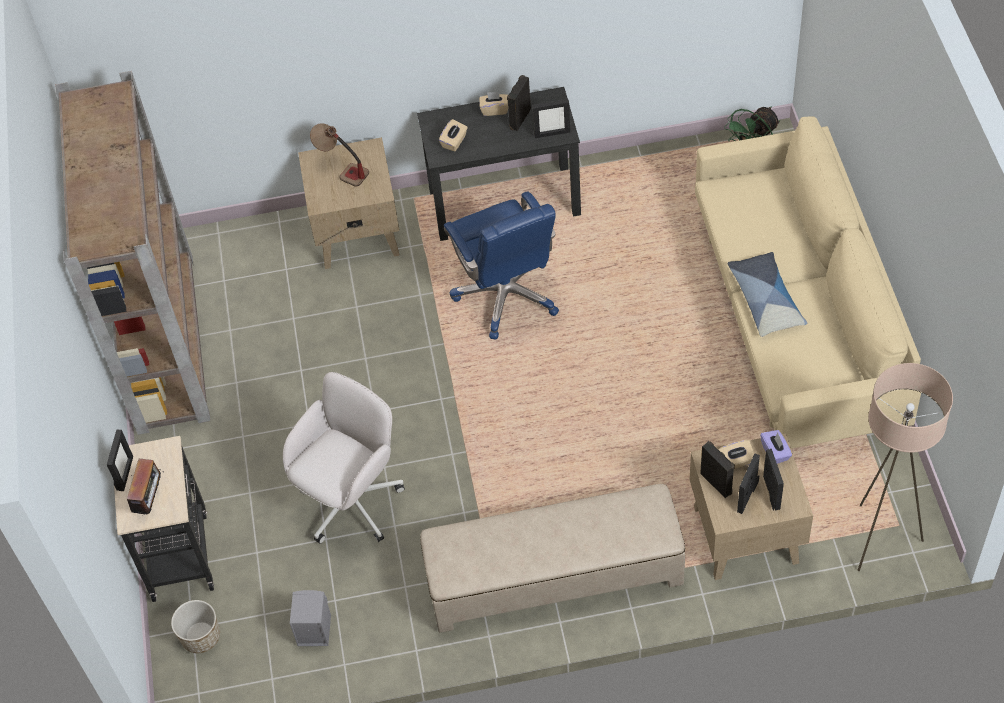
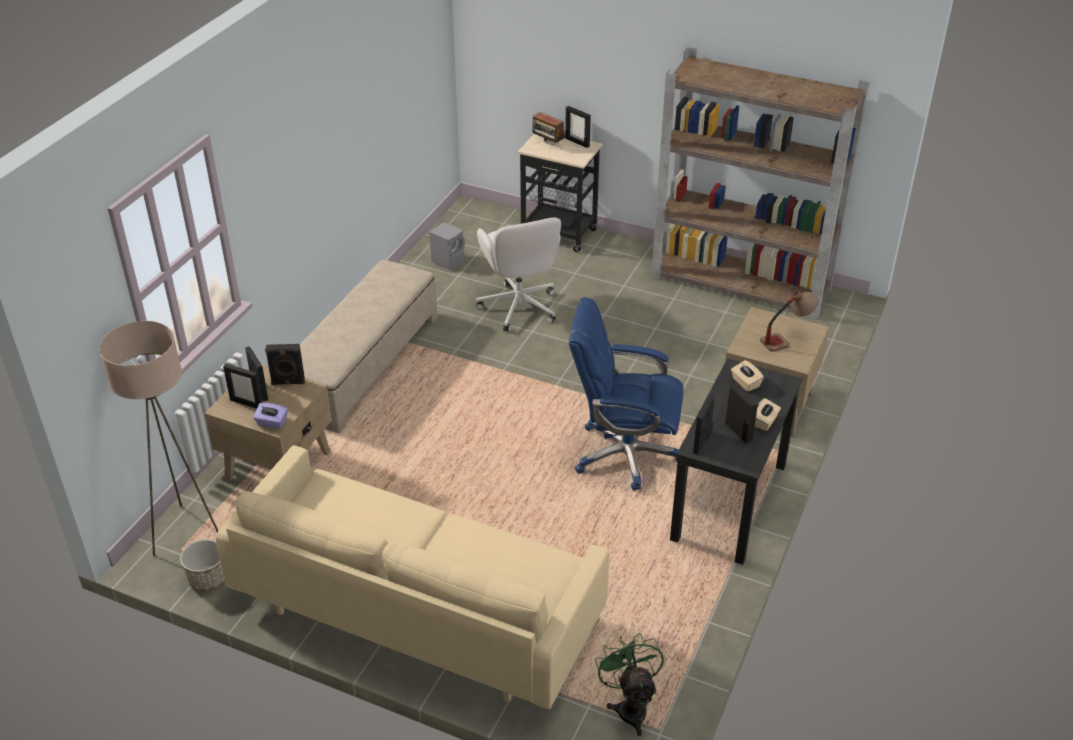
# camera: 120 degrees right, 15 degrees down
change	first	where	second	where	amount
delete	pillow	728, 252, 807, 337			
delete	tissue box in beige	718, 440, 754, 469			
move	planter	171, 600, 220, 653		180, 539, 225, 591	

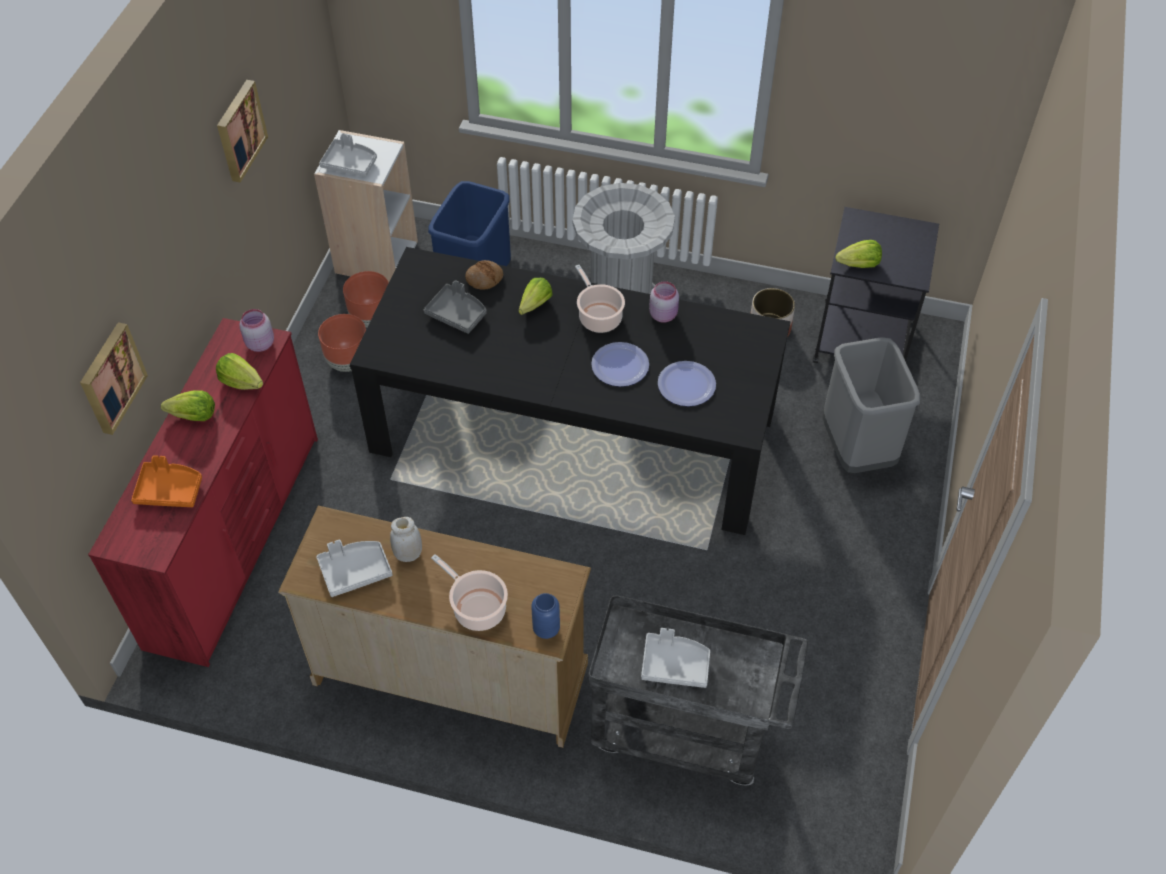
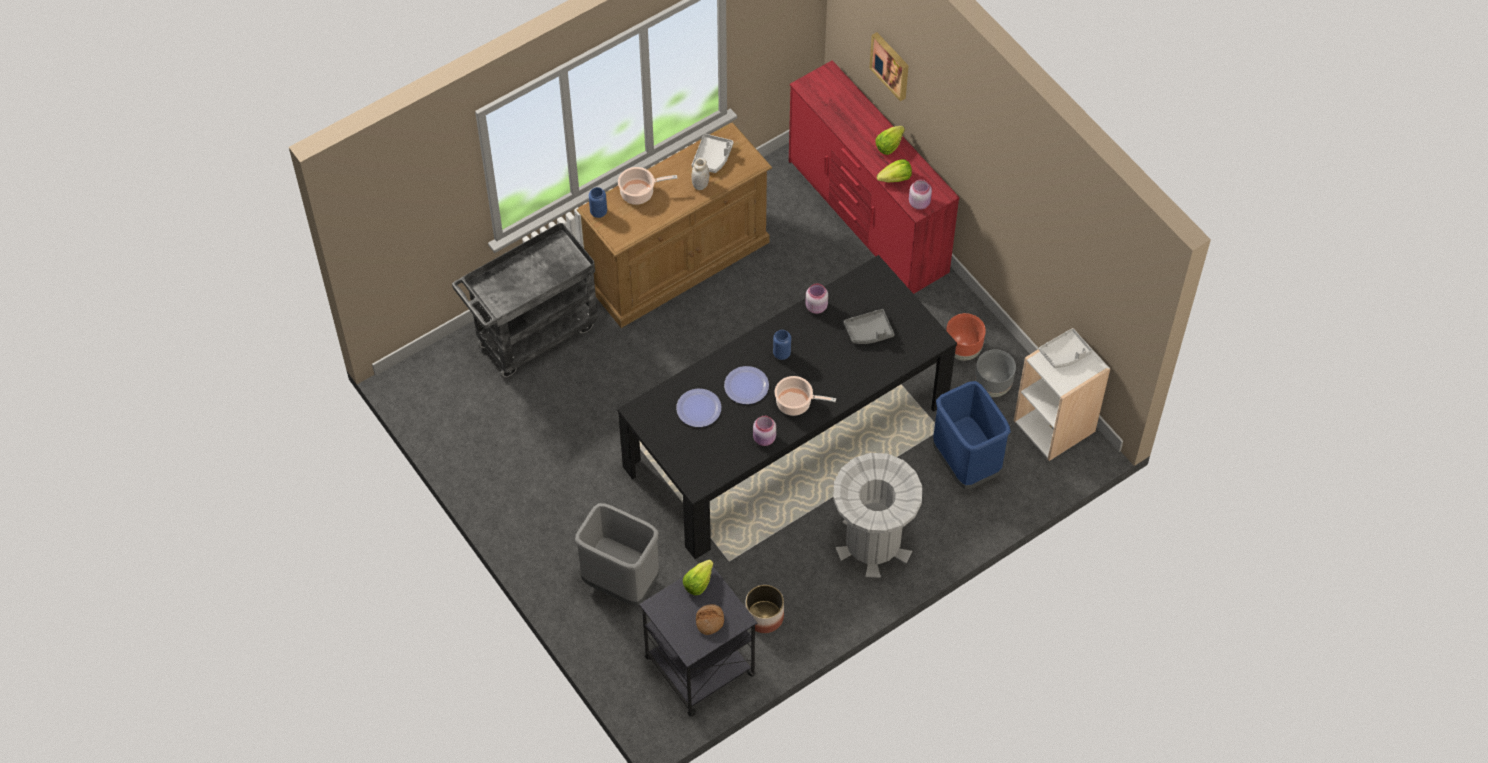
# camera: 130 degrees right, 5 degrees up
change	first	where	second	where	amount
delete	picture	217, 80, 268, 183			
move	bread	465, 260, 503, 290		696, 604, 724, 635	
recolor	planter in brown	343, 271, 389, 328	planter in grey	975, 350, 1016, 397	
delete	lettuce	518, 278, 552, 315			
delete	tray in orange	131, 455, 202, 507			
delete	tray in grey	641, 628, 710, 688			
insert			jar in pink	806, 284, 828, 314	
insert			vase in blue	773, 330, 791, 360	

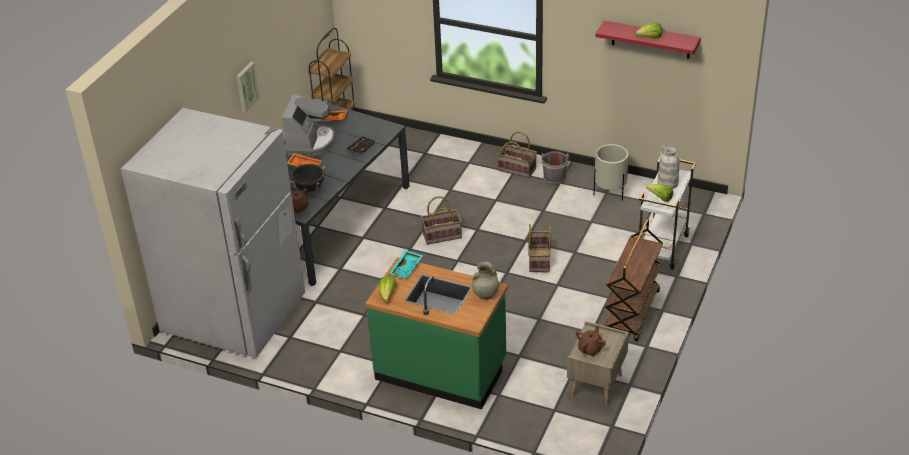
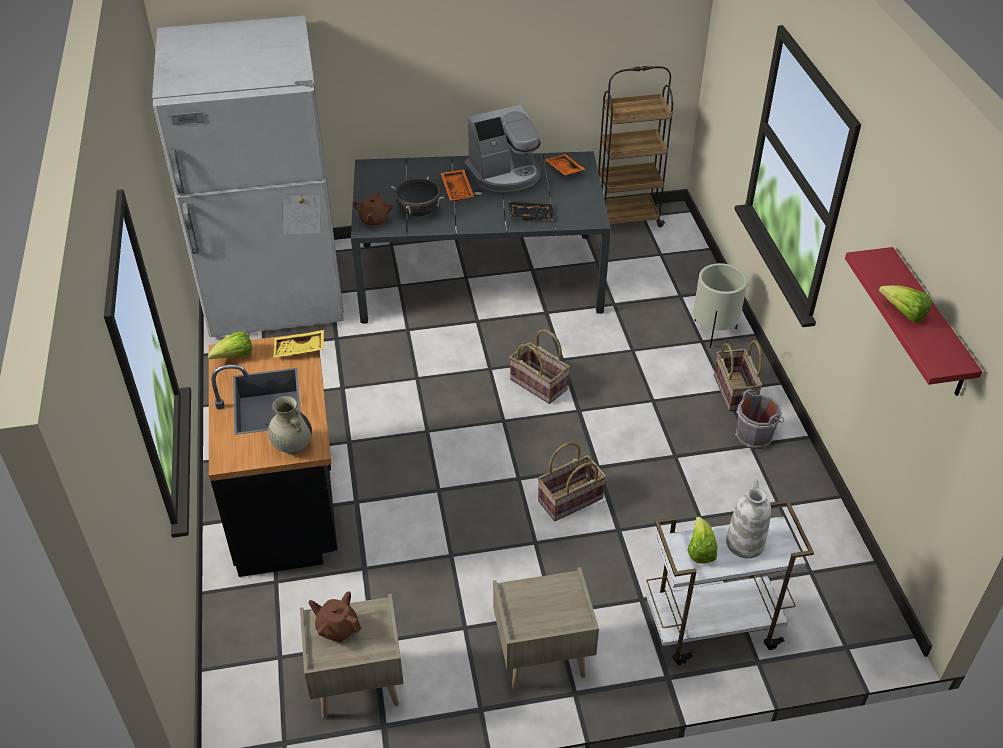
# camera: 55 degrees right, 5 degrees up
change	first	where	second	where	amount
delete	picture	236, 62, 260, 113			
move	planter in beige	594, 144, 629, 201		693, 263, 747, 348	
replace	cart in brown	605, 219, 663, 341	nightstand in beige	493, 567, 599, 690	
recolor	tray in turquoise	389, 250, 423, 279	tray in yellow	273, 330, 324, 358	
recolor	counter in green	365, 257, 508, 409	counter in black	209, 333, 338, 577	
rotate	teapot in brown	576, 326, 606, 356		308, 591, 361, 642	150 degrees counterclockwise

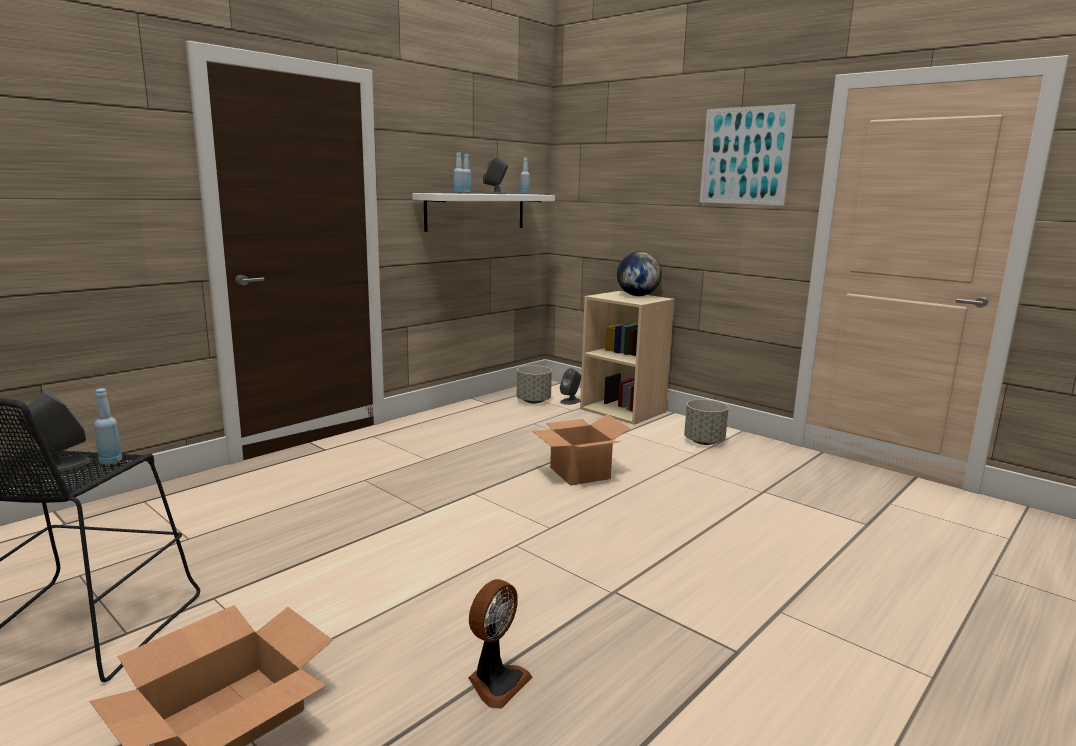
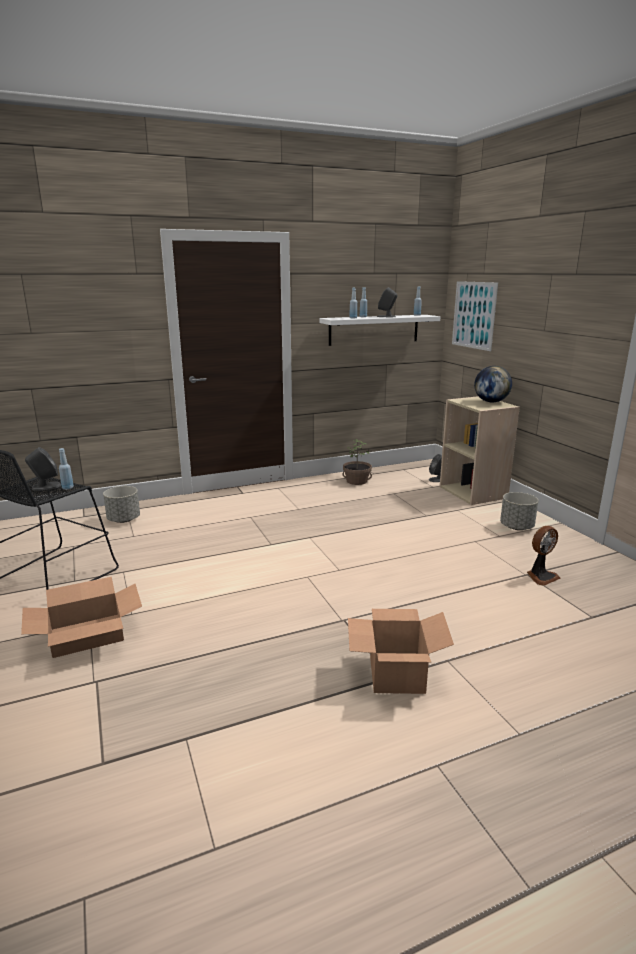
# camera: 25 degrees right, 5 degrees up
change	first	where	second	where	amount
move	picture	700, 104, 796, 205		452, 281, 498, 351	
move	planter in grey	517, 365, 552, 403		103, 486, 140, 523	
move	cardboard box	532, 414, 631, 486		348, 609, 454, 694	
move	fan	468, 579, 532, 708		527, 526, 561, 586	
insert			potted plant	342, 439, 372, 485	

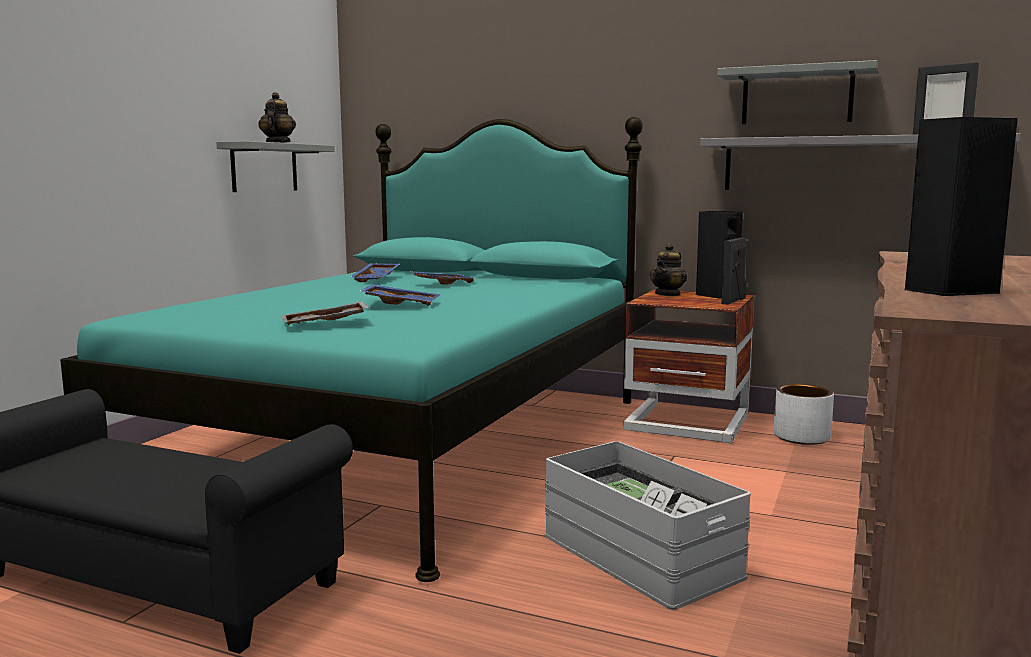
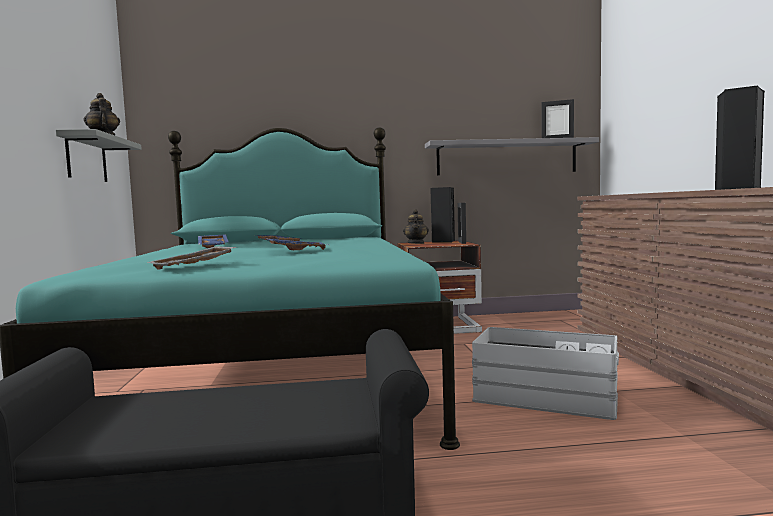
# camera: 30 degrees left, 5 degrees down
change	first	where	second	where	amount
delete	shelf in grey	717, 60, 878, 124			
move	tray in grey	281, 301, 369, 325		147, 246, 236, 270	
delete	planter in white	773, 384, 834, 445			

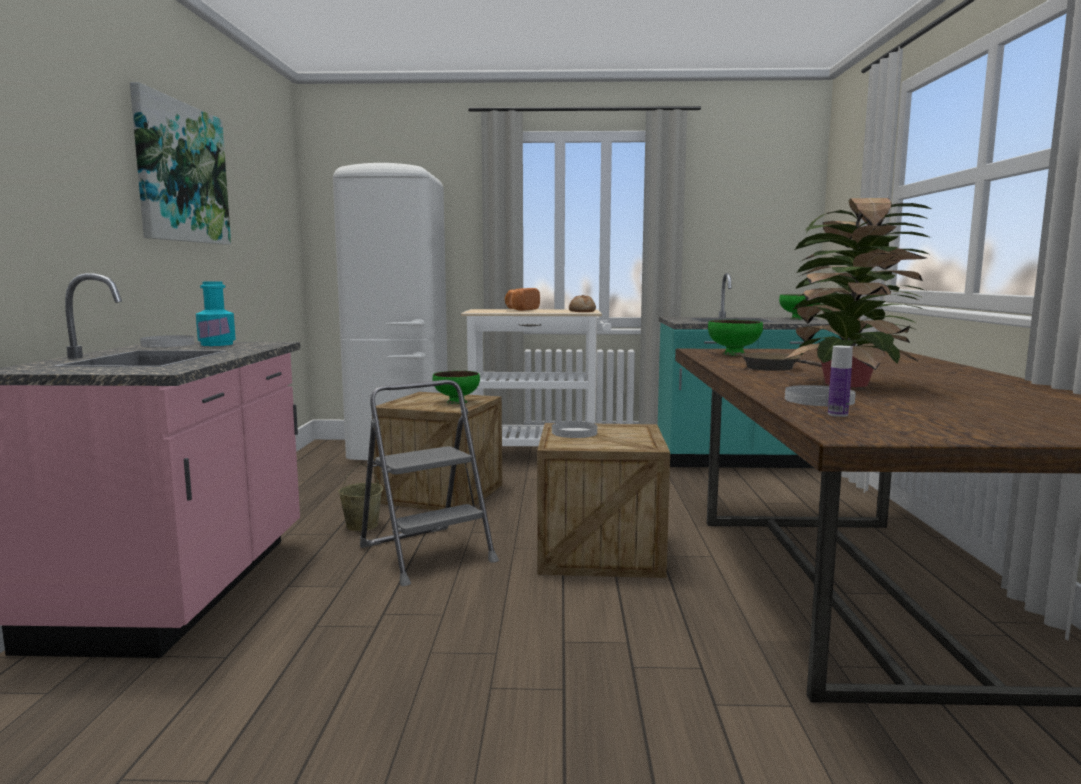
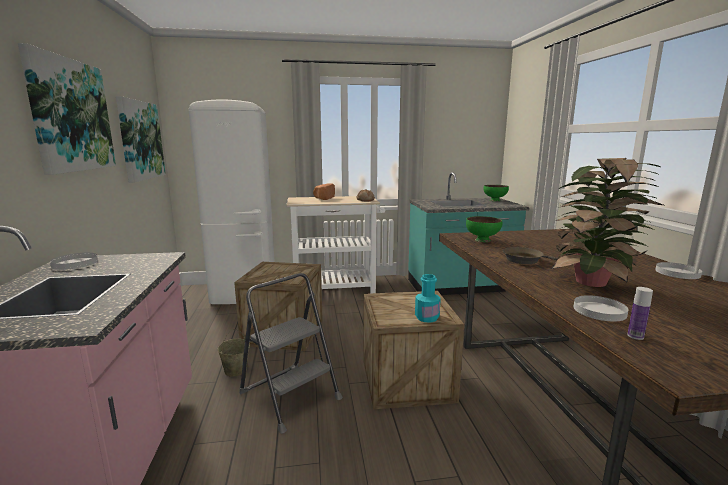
# camera: 10 degrees left, 5 degrees up
change	first	where	second	where	amount
move	bottle in turquoise	196, 281, 236, 346		415, 274, 441, 323	
delete	bowl in green	433, 371, 480, 404			
move	plate in white	552, 421, 597, 438		655, 262, 702, 279	
insert			picture	116, 96, 166, 183	

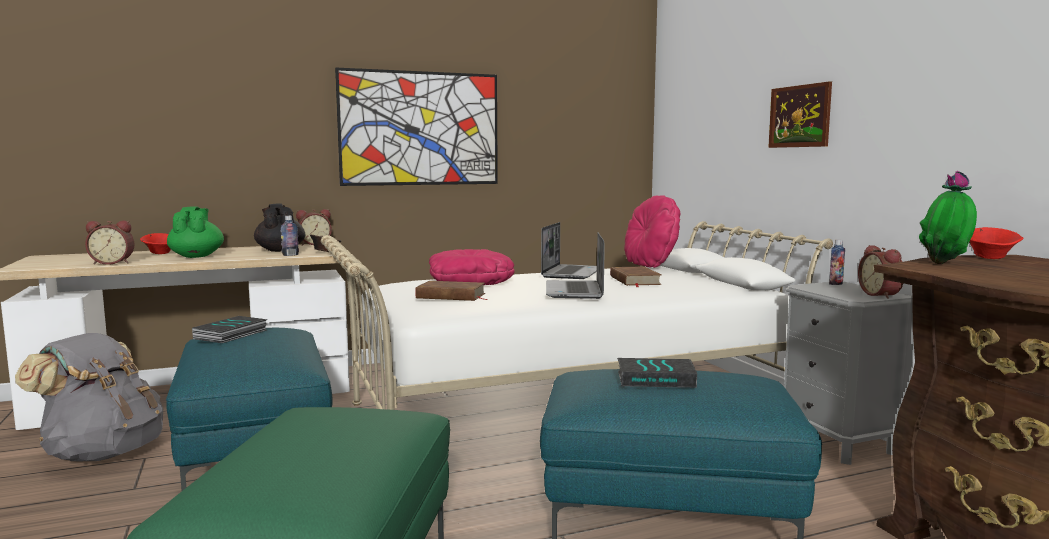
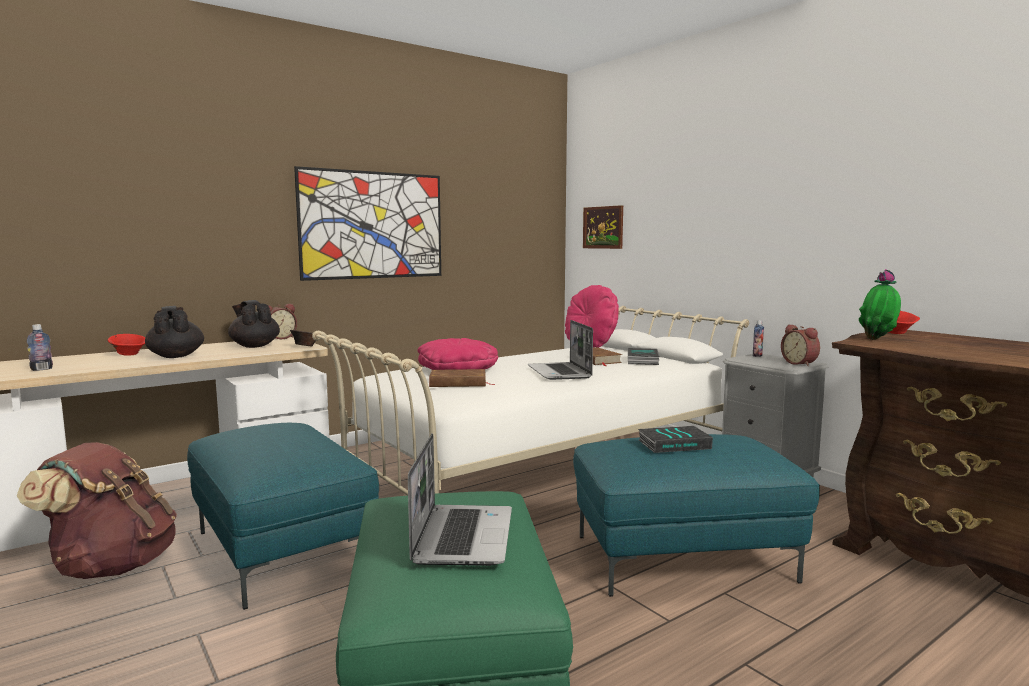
# camera: 15 degrees left, 0 degrees up
change	first	where	second	where	amount
move	picture	768, 81, 832, 148		583, 205, 623, 249	
recolor	teapot in green	167, 206, 224, 258	teapot in black	145, 306, 204, 358	
move	bottle	281, 216, 299, 256		27, 324, 53, 371	
delete	alarm clock	85, 221, 135, 265			
move	laptop	541, 222, 597, 279		408, 433, 512, 566	
move	book	192, 316, 267, 343		628, 348, 659, 365	
recolor	backpack in grey	15, 333, 163, 461	backpack in brown	17, 442, 177, 579	

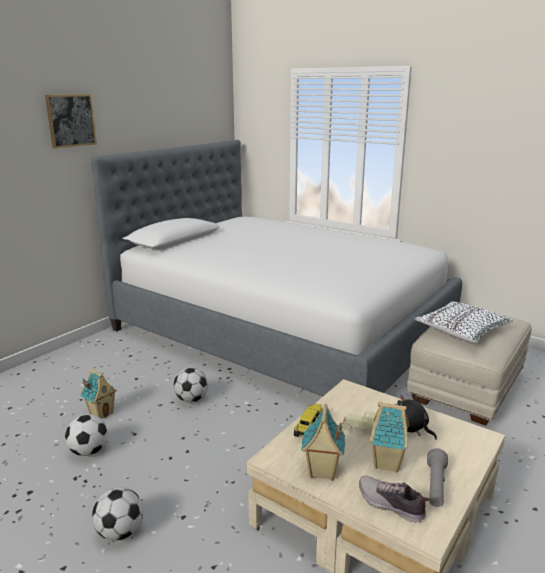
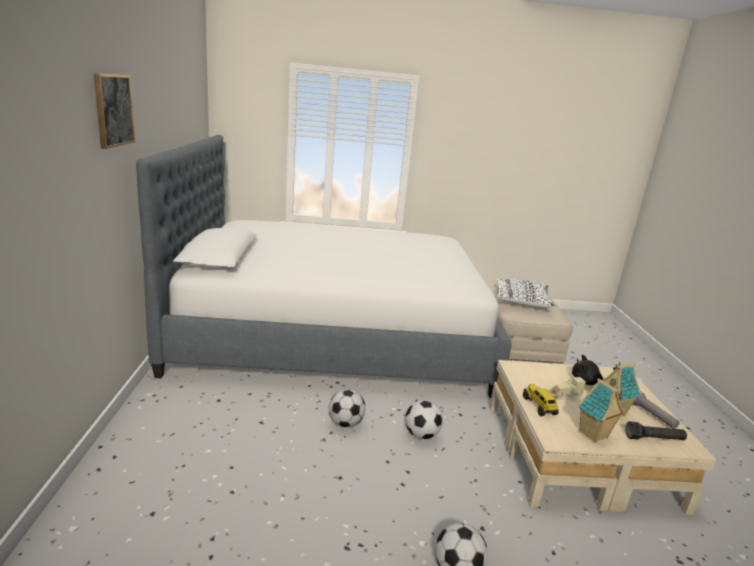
# camera: 40 degrees left, 0 degrees up
change	first	where	second	where	amount
delete	toy house	80, 369, 117, 419			
move	football	65, 414, 108, 456		405, 400, 443, 439	
replace	shoe	359, 475, 429, 523	flashlight in black	625, 421, 687, 440	

